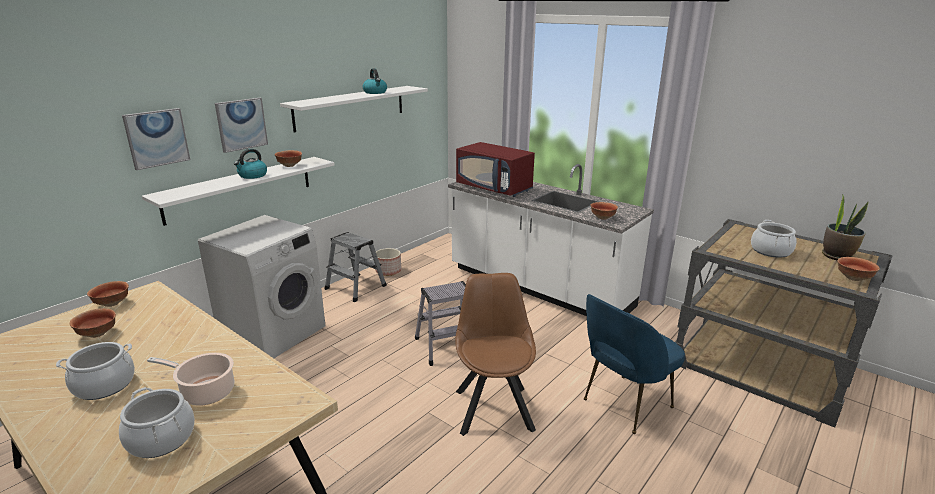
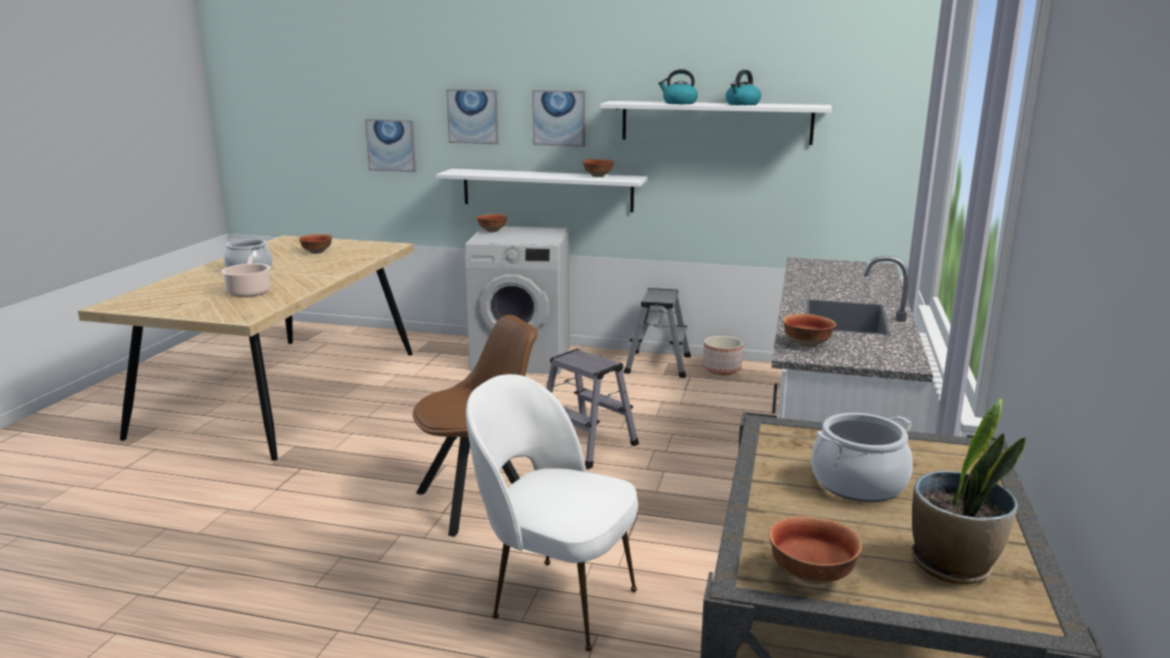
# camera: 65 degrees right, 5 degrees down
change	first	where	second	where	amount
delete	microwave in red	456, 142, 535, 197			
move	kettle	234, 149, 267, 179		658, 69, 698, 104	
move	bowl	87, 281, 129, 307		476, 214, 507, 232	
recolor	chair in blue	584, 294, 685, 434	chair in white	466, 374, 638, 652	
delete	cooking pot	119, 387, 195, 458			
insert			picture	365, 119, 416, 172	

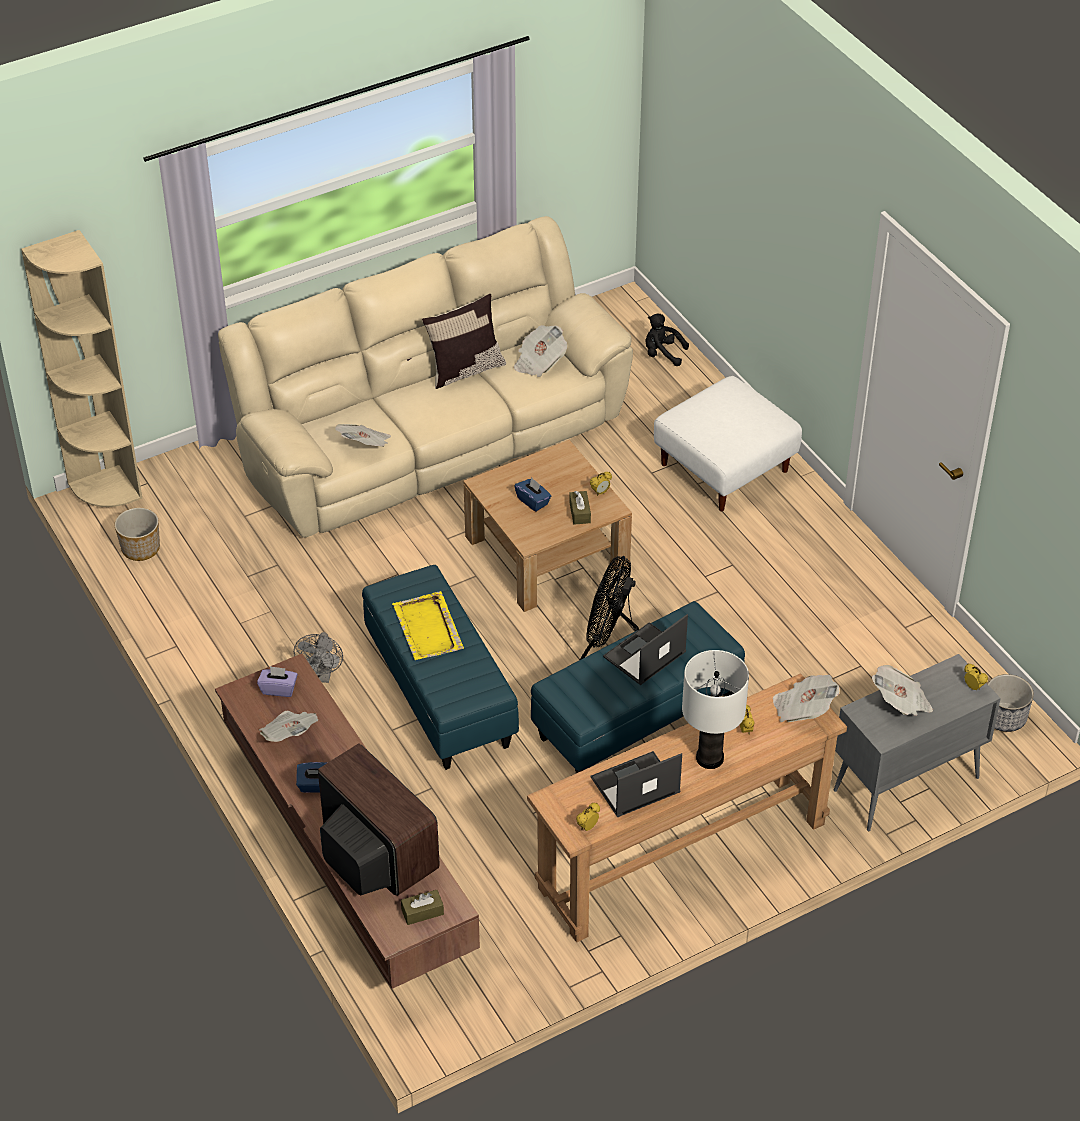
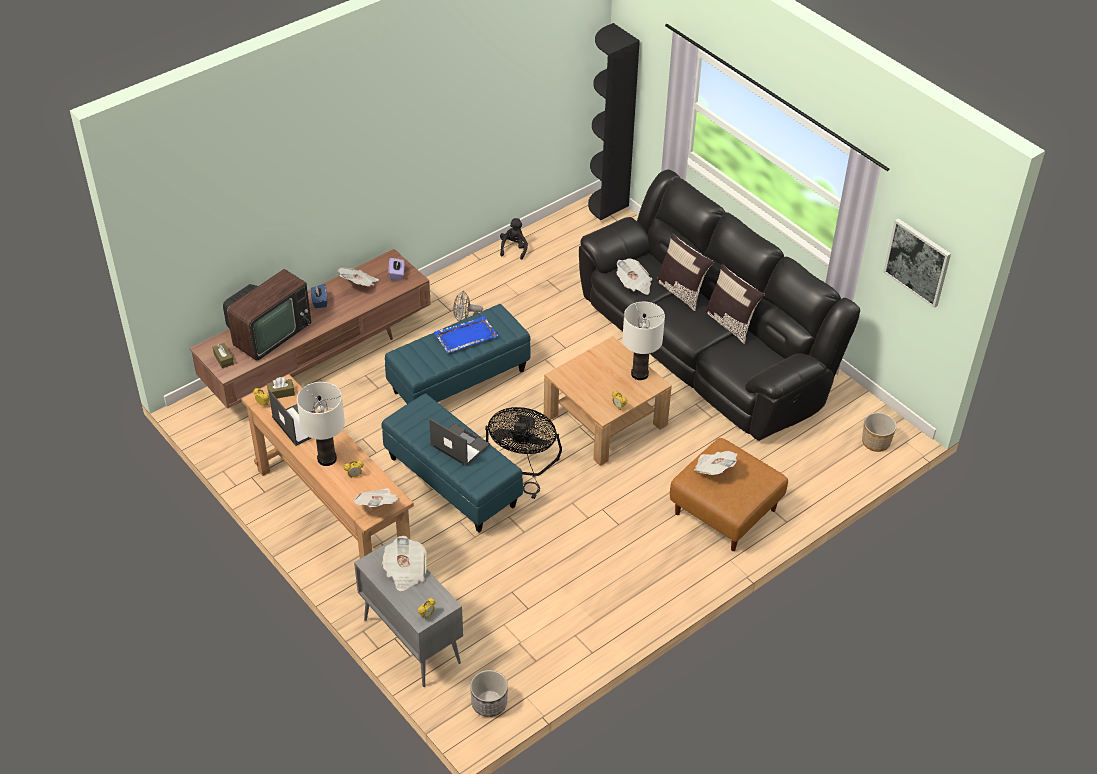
# camera: 80 degrees right, 0 degrees up
change	first	where	second	where	amount
recolor	sofa in beige	218, 216, 633, 538	sofa in black	579, 169, 860, 441	
recolor	bookcase in beige	21, 230, 142, 507	bookcase in black	588, 23, 640, 220	
move	plush toy in black	645, 314, 689, 366		500, 218, 528, 260	
move	newspaper	514, 325, 567, 377		693, 451, 738, 475	
recolor	ottoman in white	654, 376, 802, 511	ottoman in brown	670, 438, 788, 551	
delete	tissue box in blue	514, 477, 551, 512			
move	tissue box in brown	569, 491, 591, 525		267, 377, 295, 399	
move	planter	115, 508, 160, 561		862, 412, 897, 452	
recolor	tray in yellow	392, 591, 464, 660	tray in blue	434, 316, 498, 353	
insert			picture	883, 218, 951, 308	
insert			pillow	656, 233, 713, 311	
insert			table lamp in white	622, 302, 665, 380	

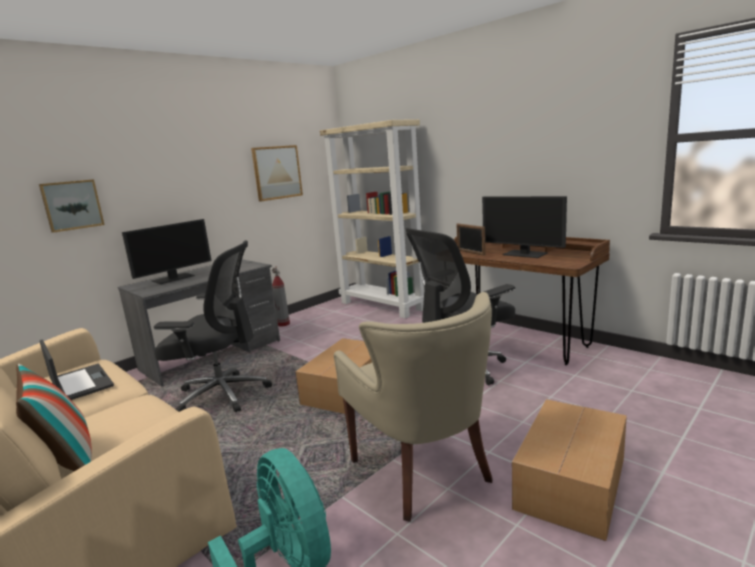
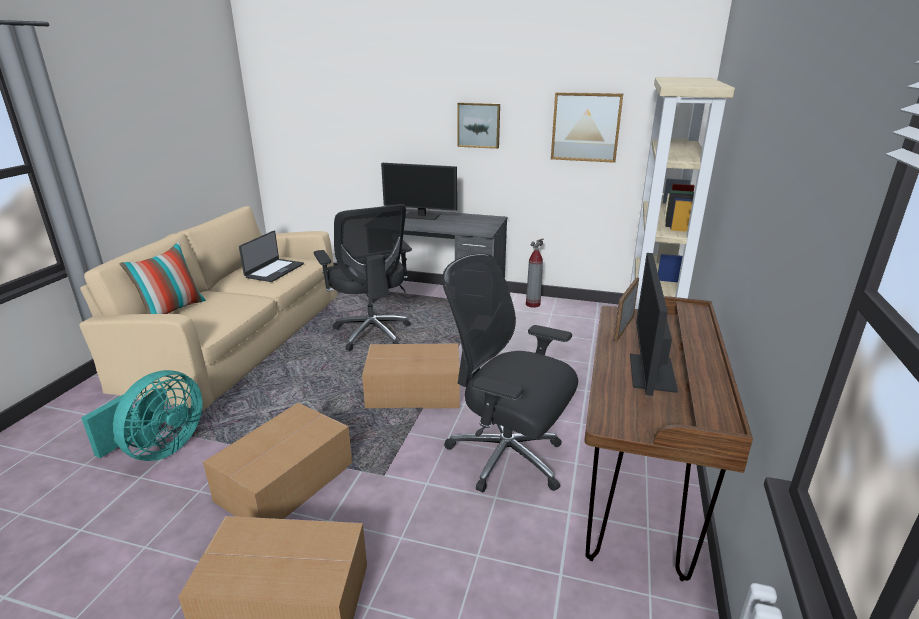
# camera: 60 degrees right, 10 degrees up
change	first	where	second	where	amount
move	picture	39, 179, 104, 233		457, 102, 500, 149	
replace	armchair in beige	334, 292, 492, 522	cardboard box	203, 403, 352, 519	

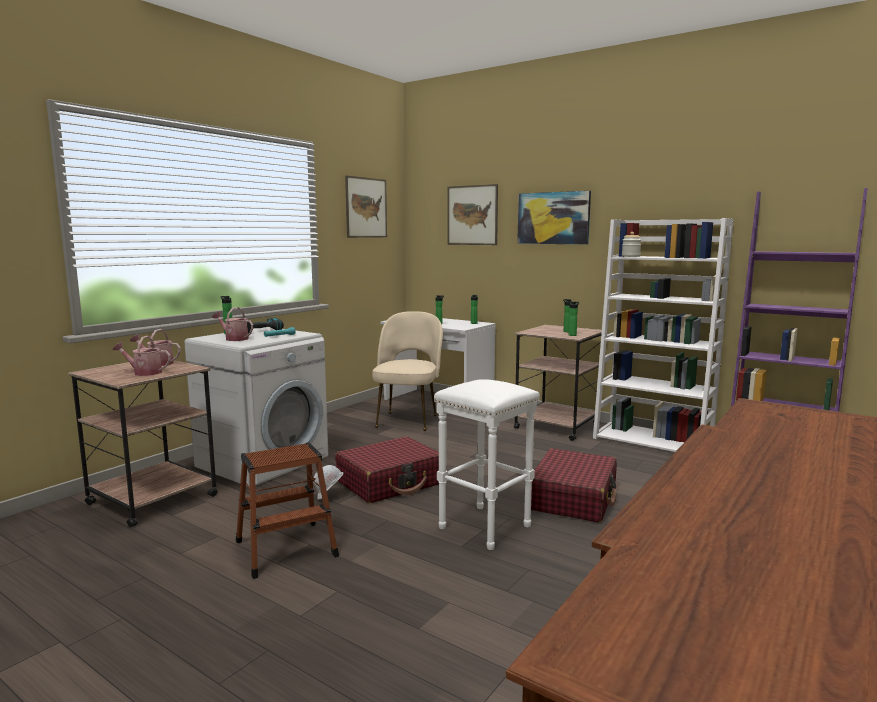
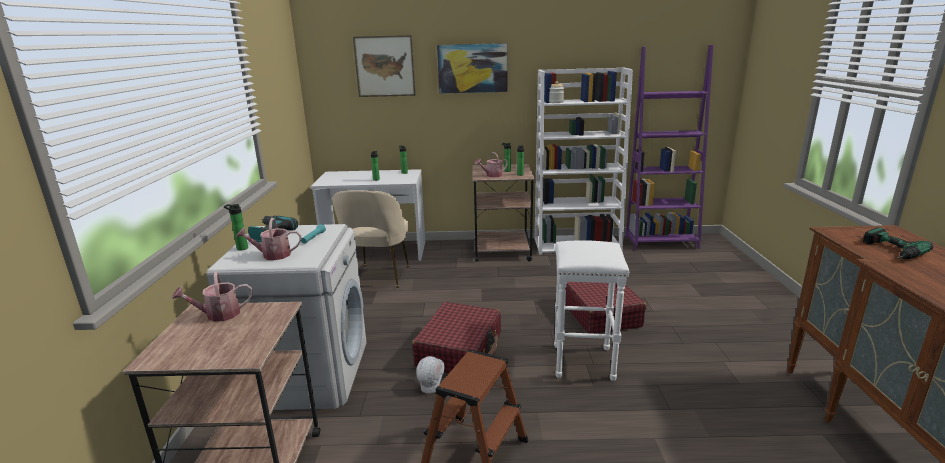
# camera: 35 degrees left, 10 degrees up
change	first	where	second	where	amount
delete	picture	345, 175, 387, 238			
rotate	chair in beige	372, 311, 443, 431		333, 190, 409, 288	150 degrees counterclockwise
move	watering can	112, 336, 171, 376		475, 152, 508, 177	
insert			power drill	863, 227, 934, 259	

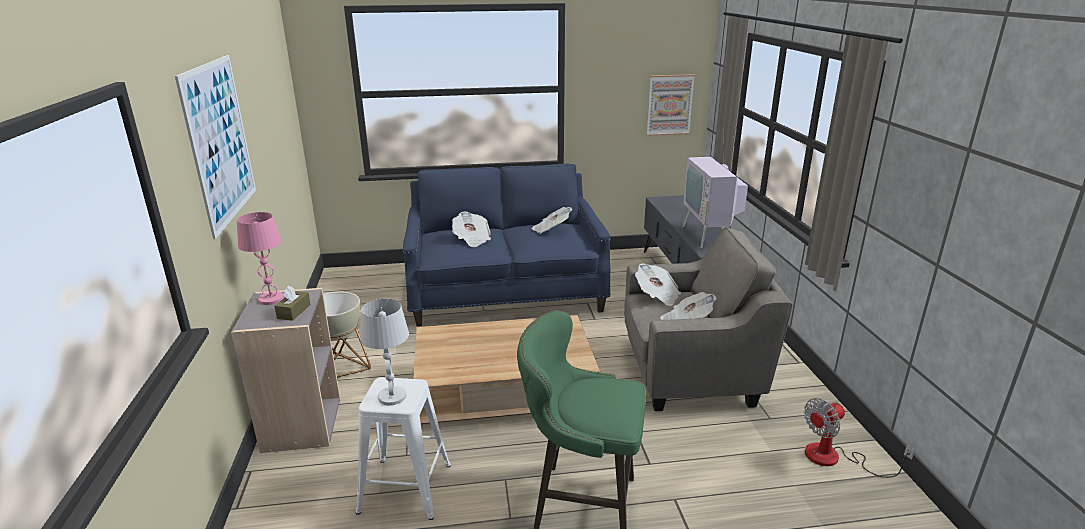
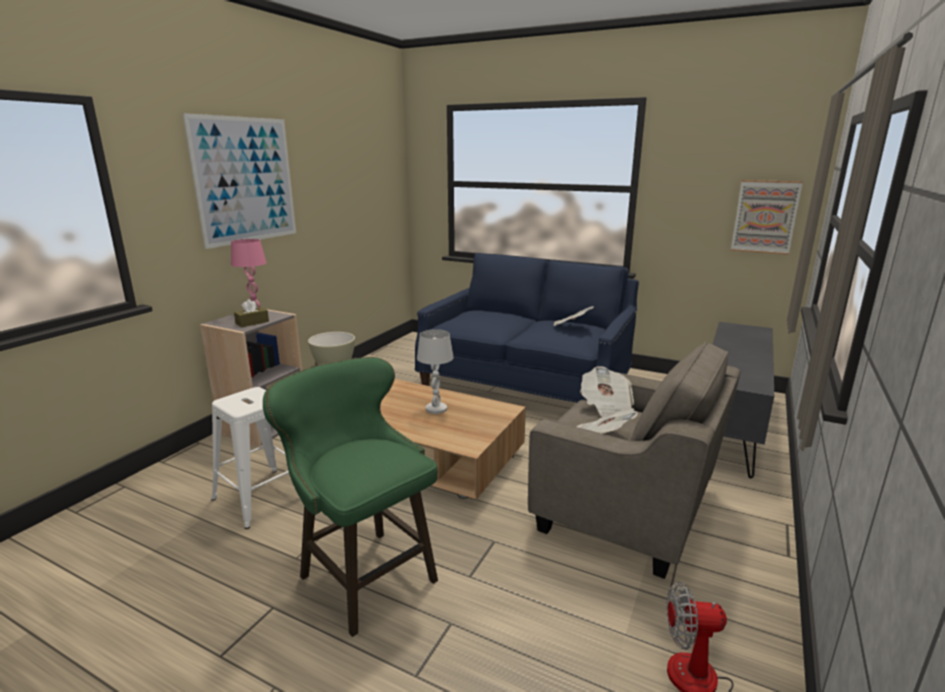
# camera: 35 degrees right, 5 degrees down
change	first	where	second	where	amount
delete	television	683, 136, 748, 248			
delete	newspaper	452, 212, 491, 247			
move	table lamp in white	360, 298, 409, 405		417, 329, 454, 414	

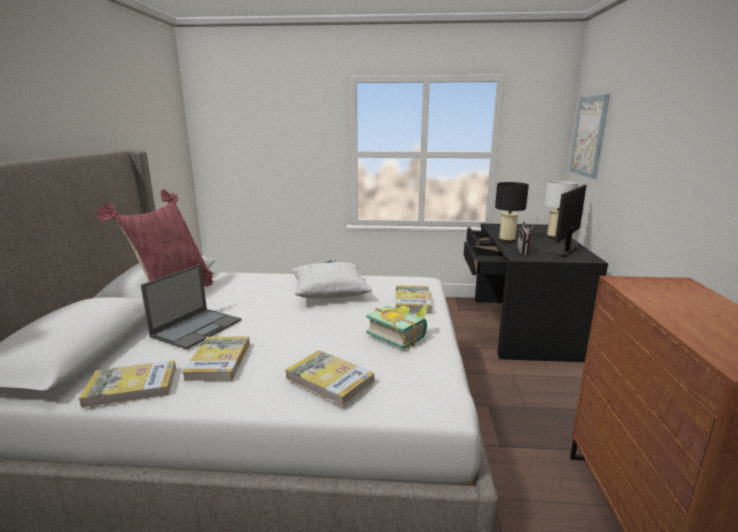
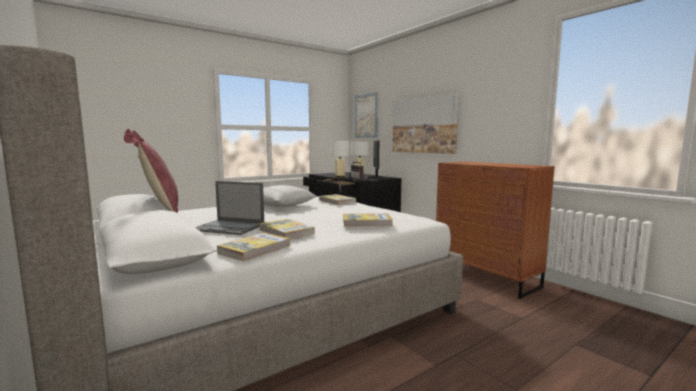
# camera: 40 degrees left, 10 degrees down
change	first	where	second	where	amount
recolor	table lamp in black	495, 182, 529, 243	table lamp in white	331, 141, 349, 178	
rotate	laptop	141, 264, 241, 350		196, 181, 264, 235	120 degrees clockwise
delete	book	366, 304, 427, 349			
insert			picture	392, 93, 459, 154	

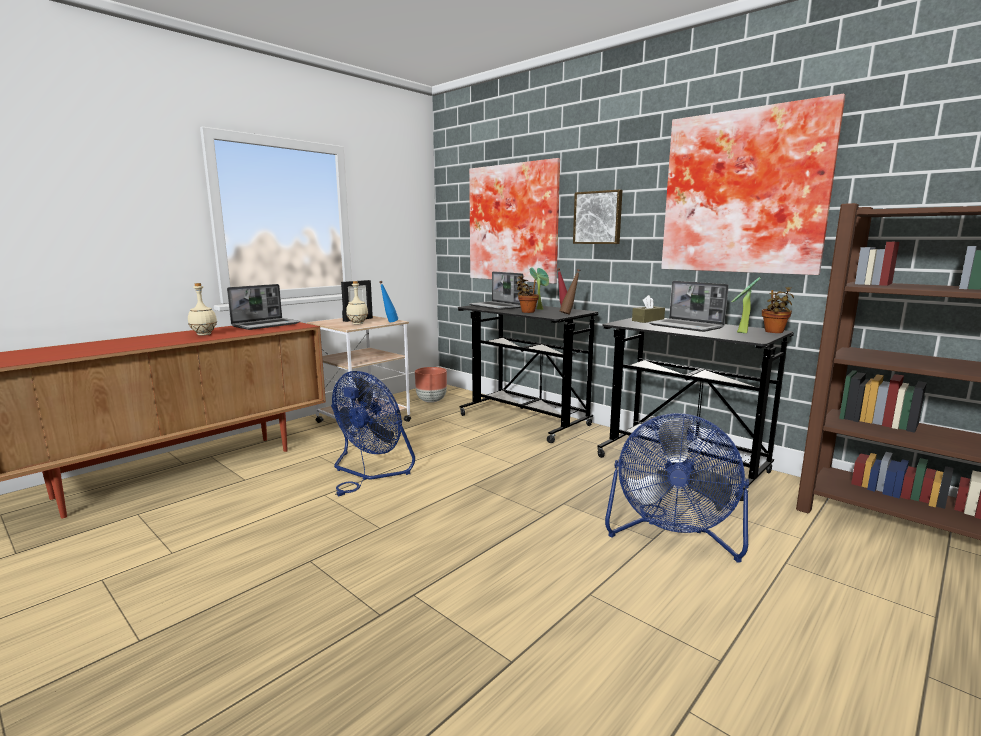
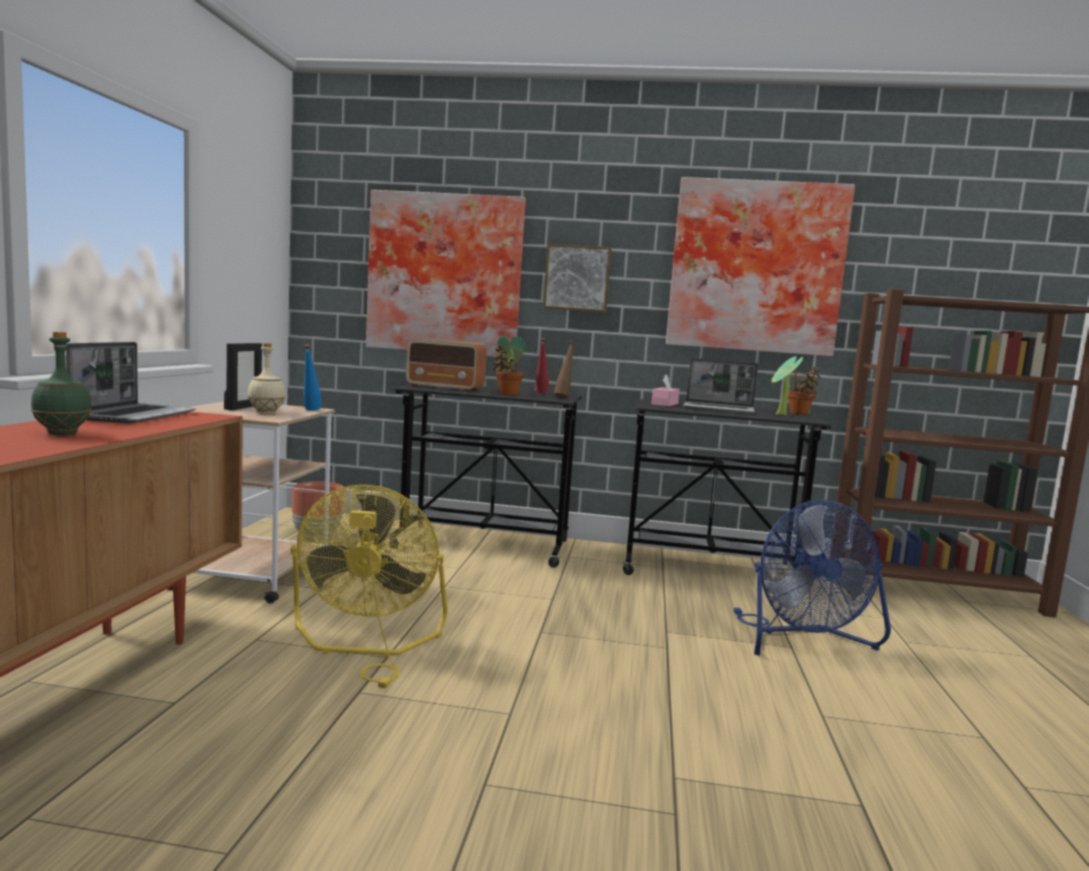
# camera: 35 degrees left, 5 degrees down
change	first	where	second	where	amount
replace	laptop	469, 271, 523, 310	radio	406, 339, 487, 392	
recolor	bottle in beige	188, 283, 217, 335	bottle in green	31, 332, 92, 435	
recolor	tissue box in brown	632, 295, 665, 323	tissue box in pink	652, 374, 680, 406	
recolor	fan in blue	331, 371, 415, 496	fan in yellow	290, 485, 448, 688	

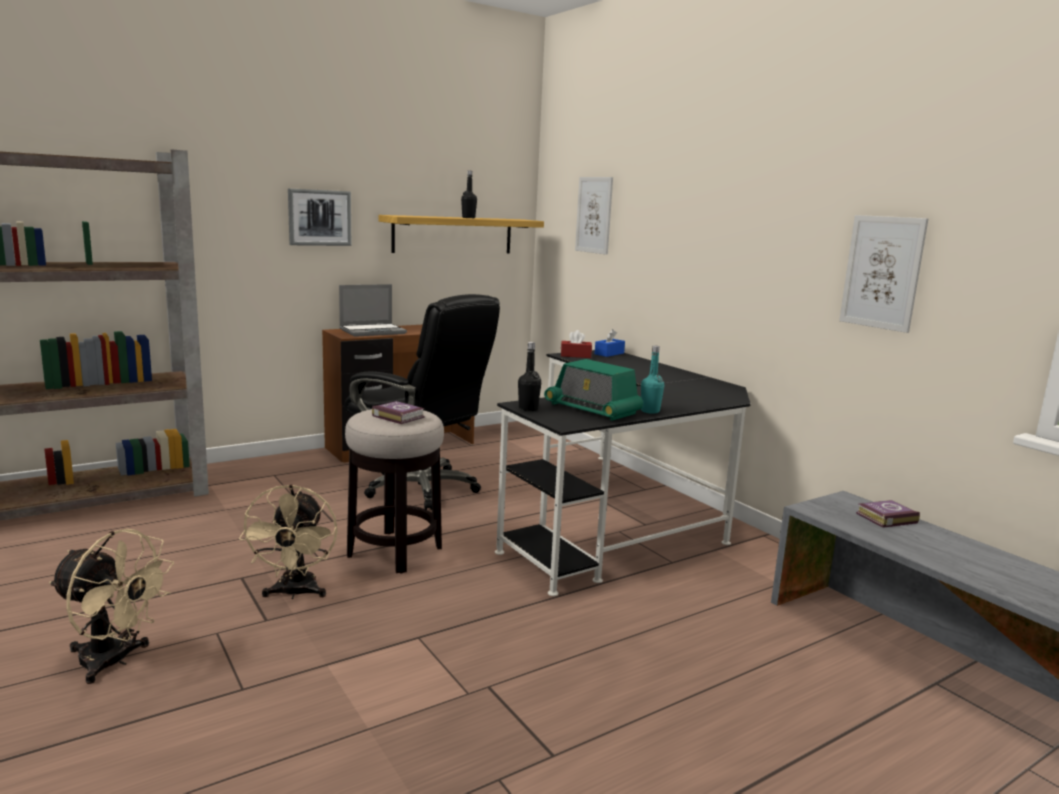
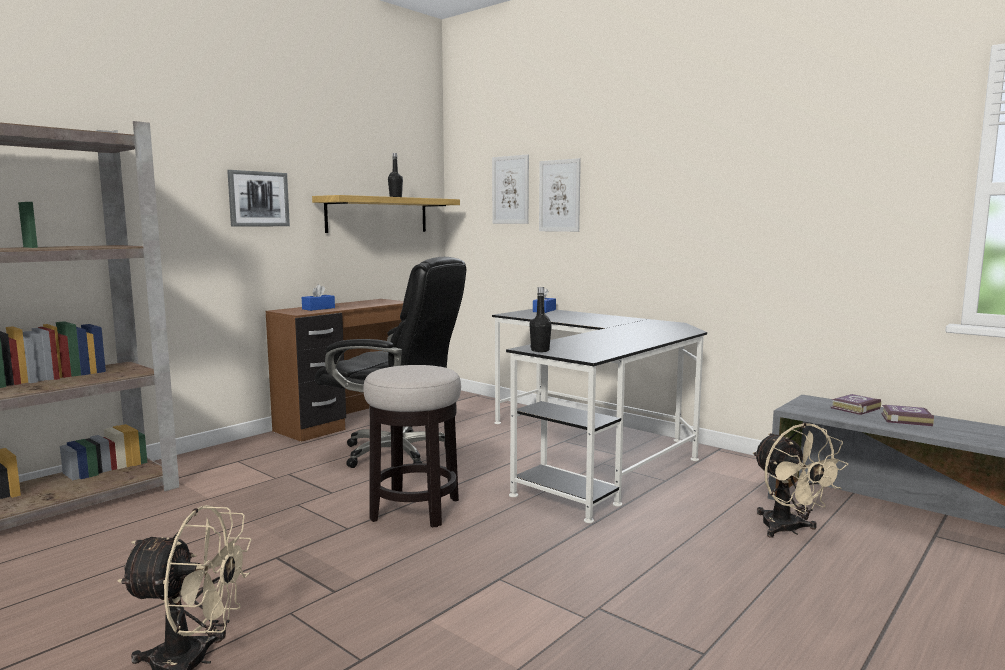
# camera: 15 degrees left, 5 degrees down
change	first	where	second	where	amount
move	picture	839, 215, 928, 333		539, 158, 581, 232	
replace	laptop	339, 284, 407, 337	tissue box in blue	302, 284, 335, 311	
delete	tissue box in red	561, 330, 592, 358			
delete	bottle in turquoise	641, 345, 664, 414			
delete	radio	544, 359, 643, 421			
move	book	372, 401, 425, 424		881, 405, 934, 426	
move	fan in beige	239, 484, 338, 599		753, 423, 848, 538	

